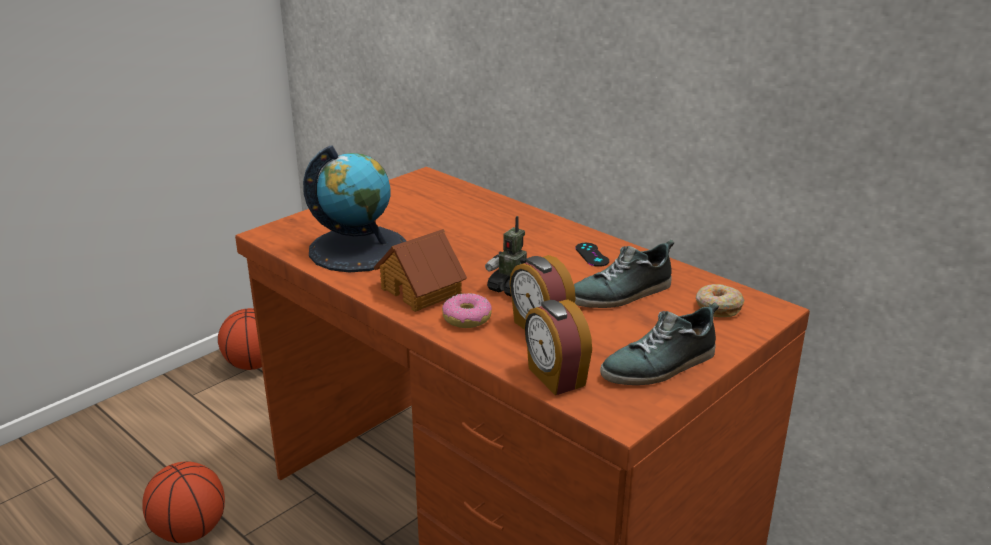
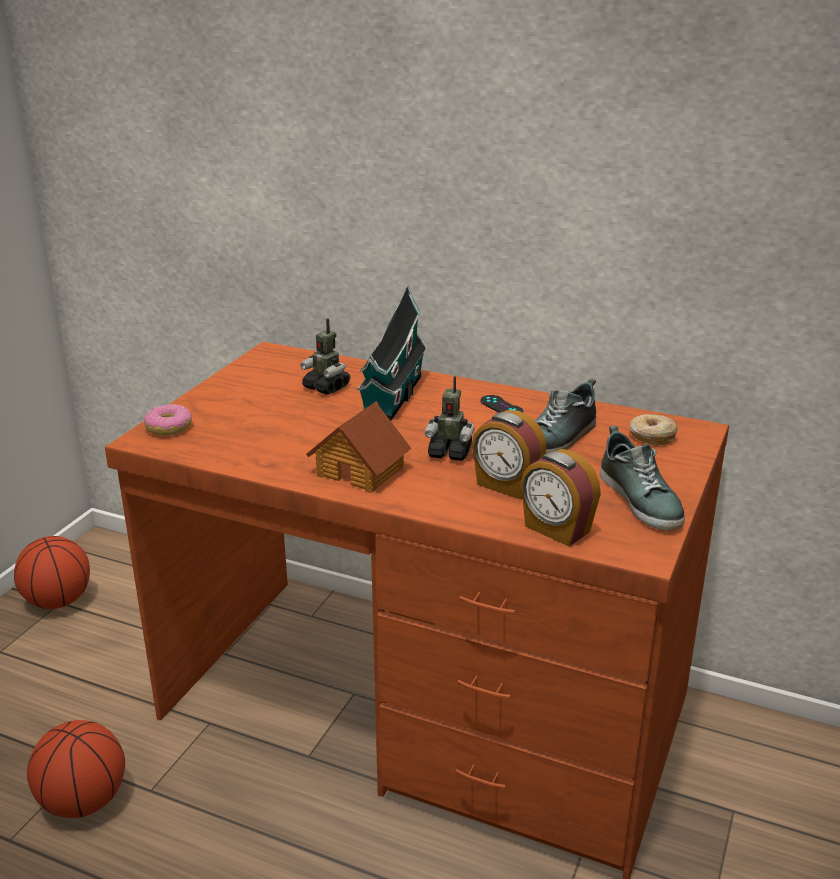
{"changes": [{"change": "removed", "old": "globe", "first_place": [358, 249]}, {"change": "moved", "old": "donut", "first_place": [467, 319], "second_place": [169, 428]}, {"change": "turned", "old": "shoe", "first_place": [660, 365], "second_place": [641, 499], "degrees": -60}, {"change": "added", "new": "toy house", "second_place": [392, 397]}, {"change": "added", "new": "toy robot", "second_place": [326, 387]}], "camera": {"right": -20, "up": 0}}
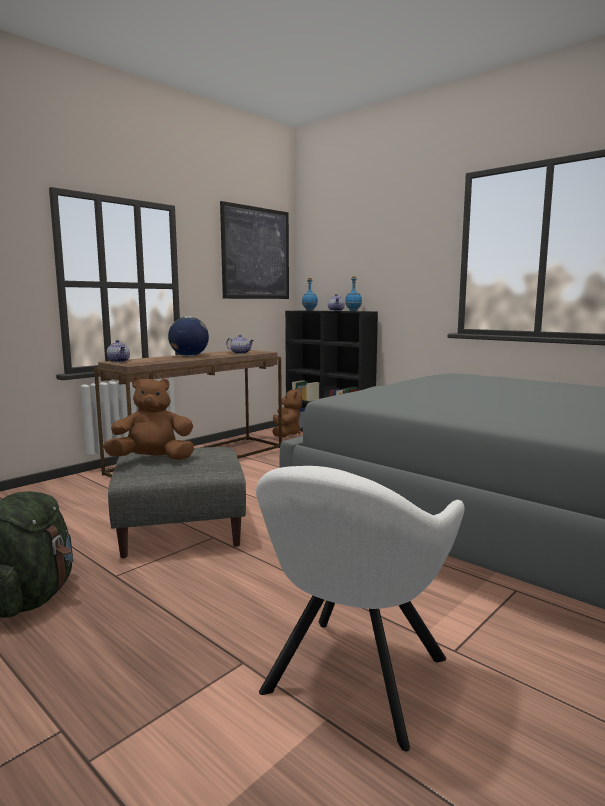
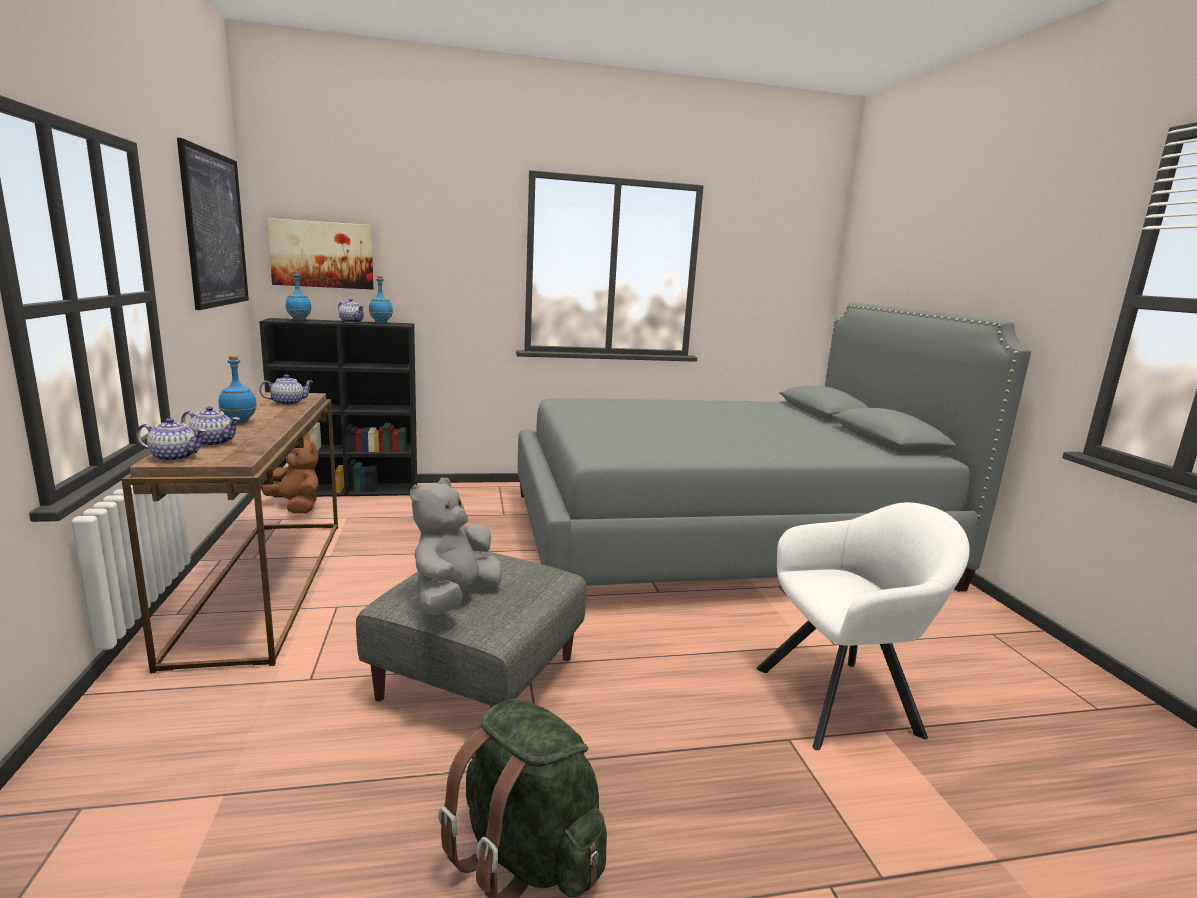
{"changes": [{"change": "replaced", "old": "globe", "new": "blue bottle", "first_place": [189, 356], "second_place": [239, 422]}, {"change": "recoloured", "old": "brown plush toy", "new": "grey plush toy", "first_place": [153, 460], "second_place": [454, 598]}, {"change": "turned", "old": "white armchair", "first_place": [351, 681], "second_place": [845, 700], "degrees": -75}, {"change": "added", "new": "picture", "second_place": [322, 254]}, {"change": "added", "new": "teapot", "second_place": [213, 442]}], "camera": {"right": -55, "up": 5}}
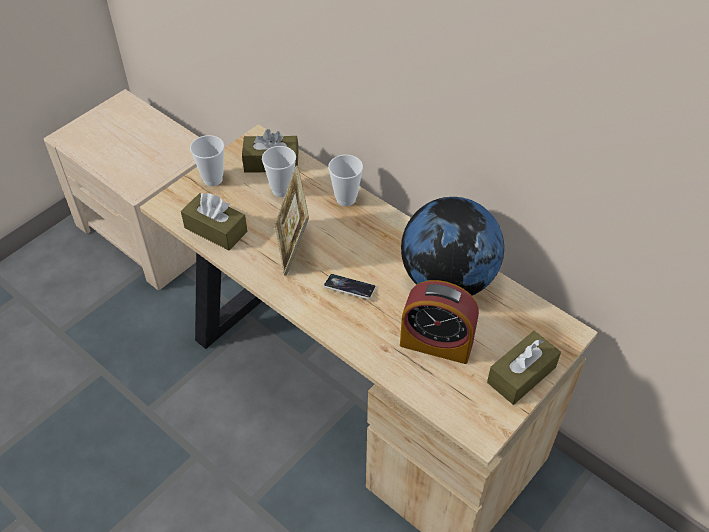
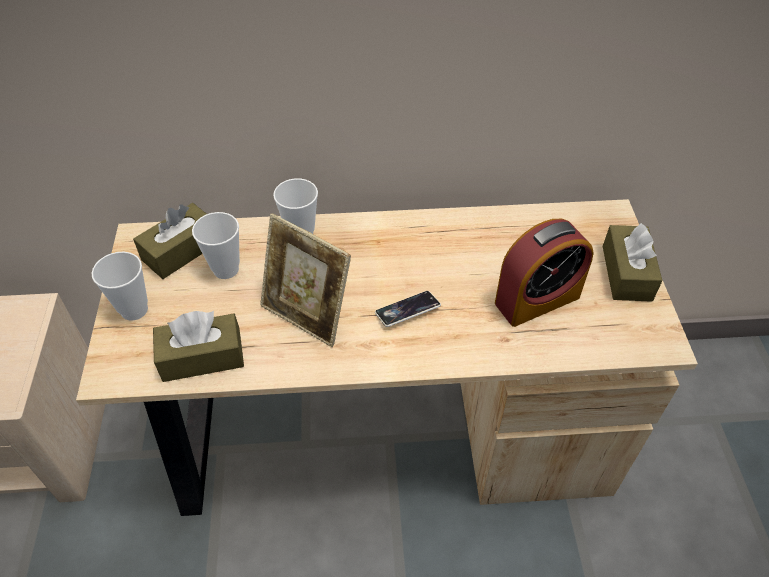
{"changes": [{"change": "removed", "old": "globe", "first_place": [447, 280]}], "camera": {"right": -45, "up": 0}}
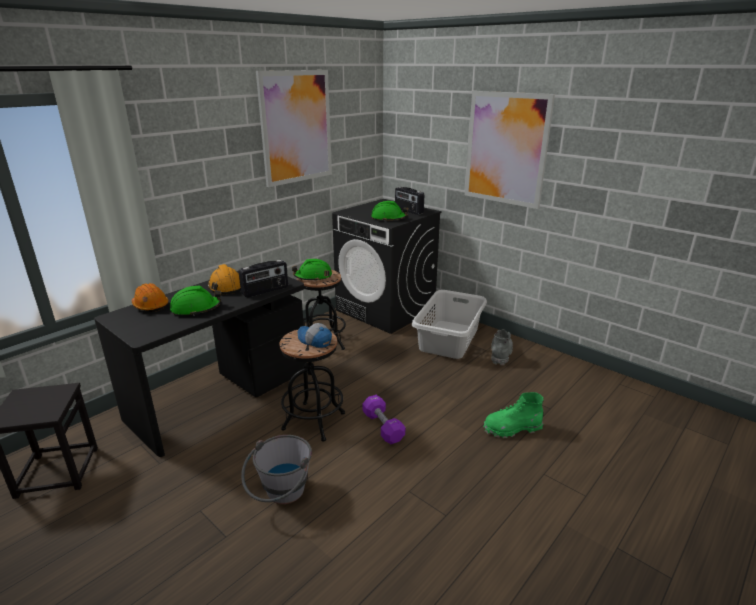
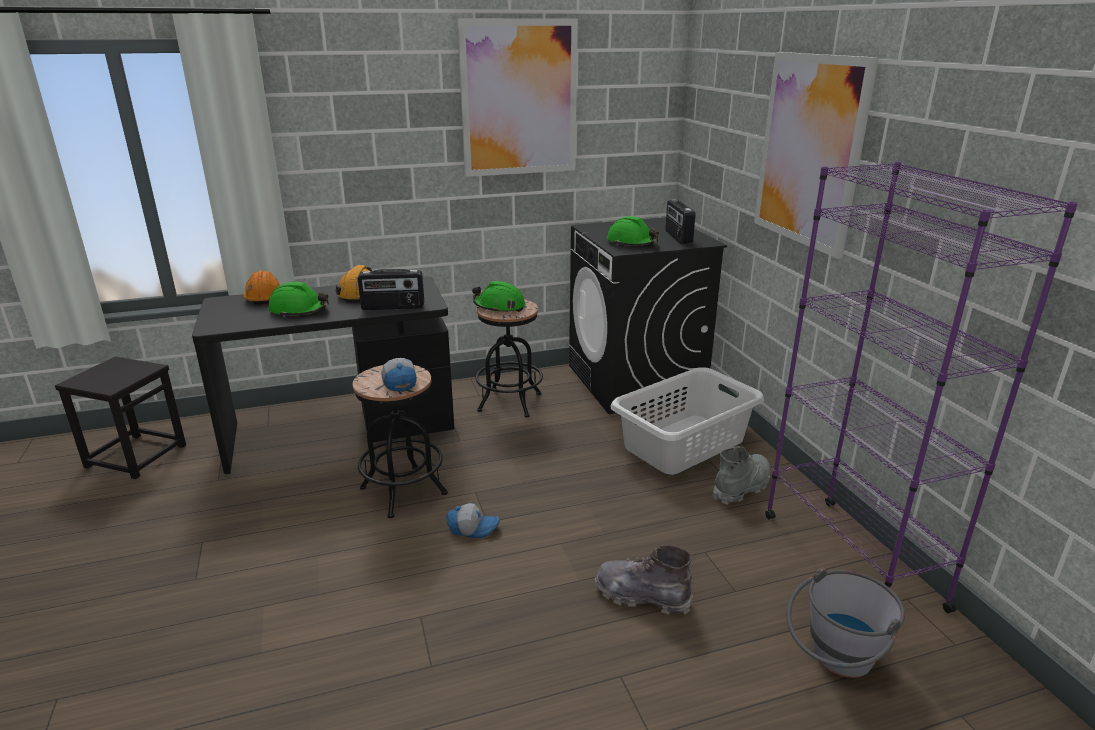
{"changes": [{"change": "recoloured", "old": "green boot", "new": "grey boot", "first_place": [512, 428], "second_place": [642, 596]}, {"change": "replaced", "old": "purple dumbbell", "new": "cap", "first_place": [383, 427], "second_place": [473, 527]}, {"change": "moved", "old": "grey bucket", "first_place": [281, 496], "second_place": [835, 661]}, {"change": "added", "new": "purple bookcase", "second_place": [850, 559]}], "camera": {"right": 30, "up": 0}}
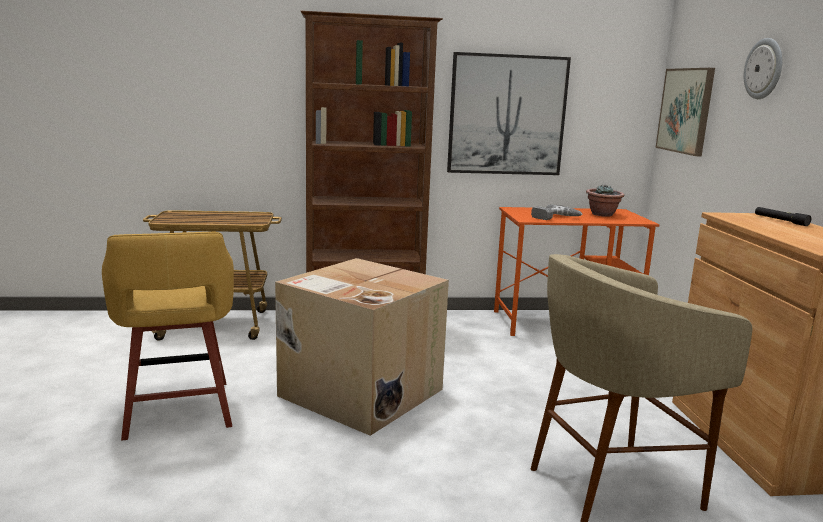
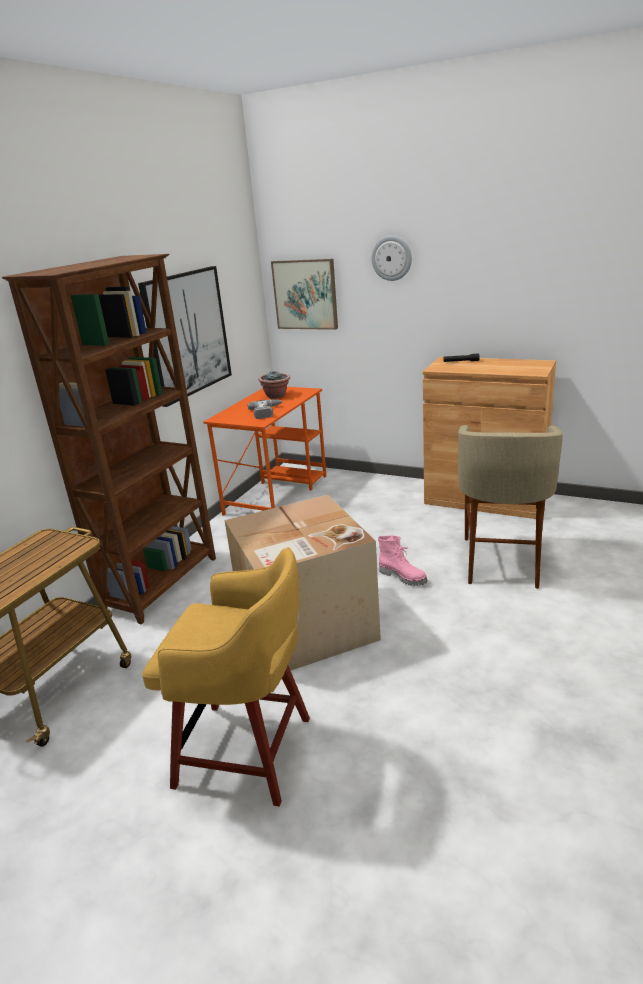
{"changes": [{"change": "added", "new": "pink boot", "second_place": [403, 577]}], "camera": {"right": -55, "up": 10}}
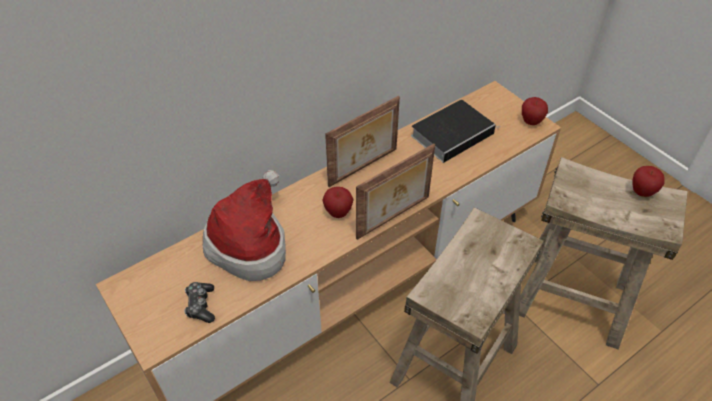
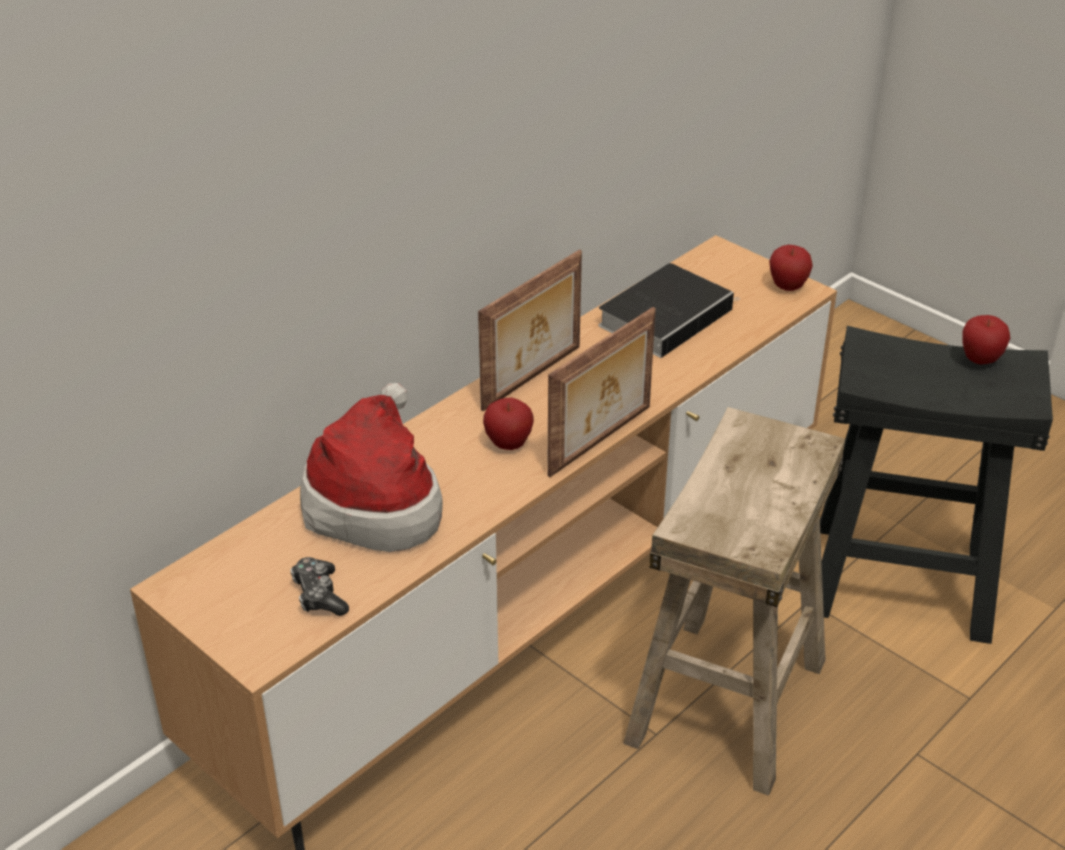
{"changes": [{"change": "recoloured", "old": "beige stool", "new": "black stool", "first_place": [572, 298], "second_place": [902, 580]}], "camera": {"right": -10, "up": -10}}
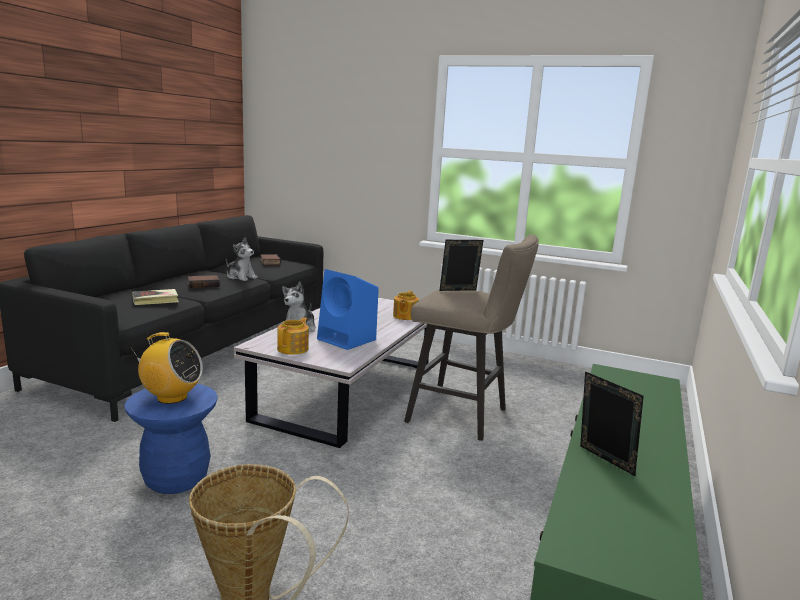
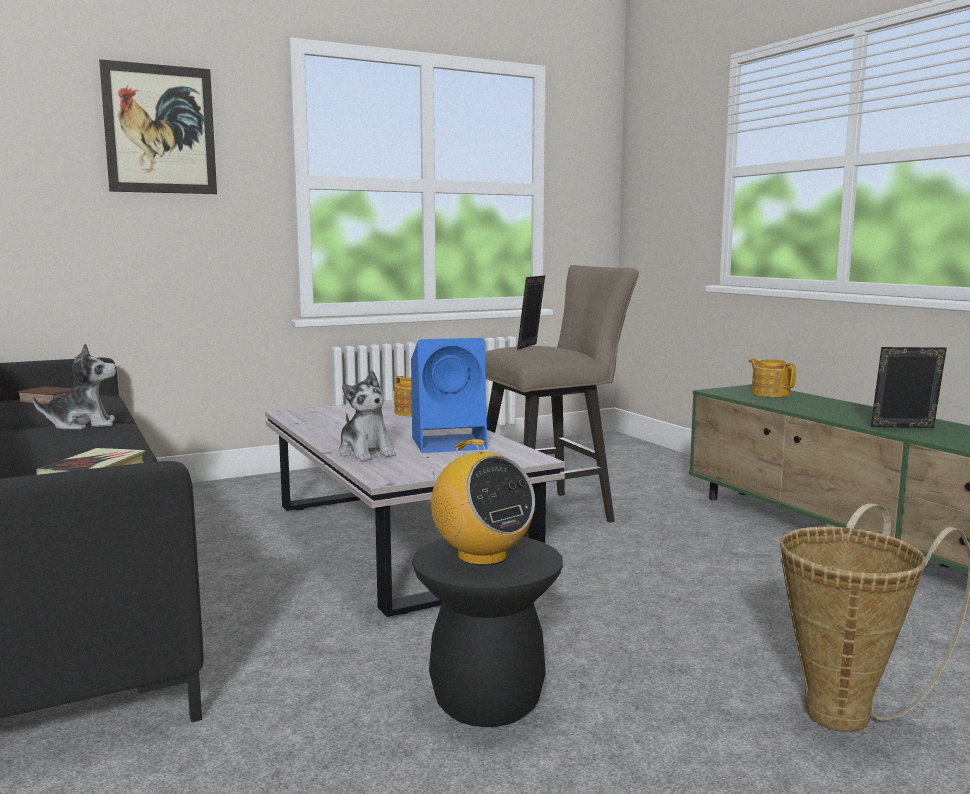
{"changes": [{"change": "removed", "old": "book", "first_place": [204, 284]}, {"change": "moved", "old": "teapot", "first_place": [293, 349], "second_place": [770, 393]}, {"change": "turned", "old": "radio", "first_place": [171, 397], "second_place": [481, 556], "degrees": 90}, {"change": "recoloured", "old": "blue stool", "new": "black stool", "first_place": [176, 479], "second_place": [487, 702]}, {"change": "added", "new": "picture", "second_place": [160, 129]}], "camera": {"right": -50, "up": -5}}
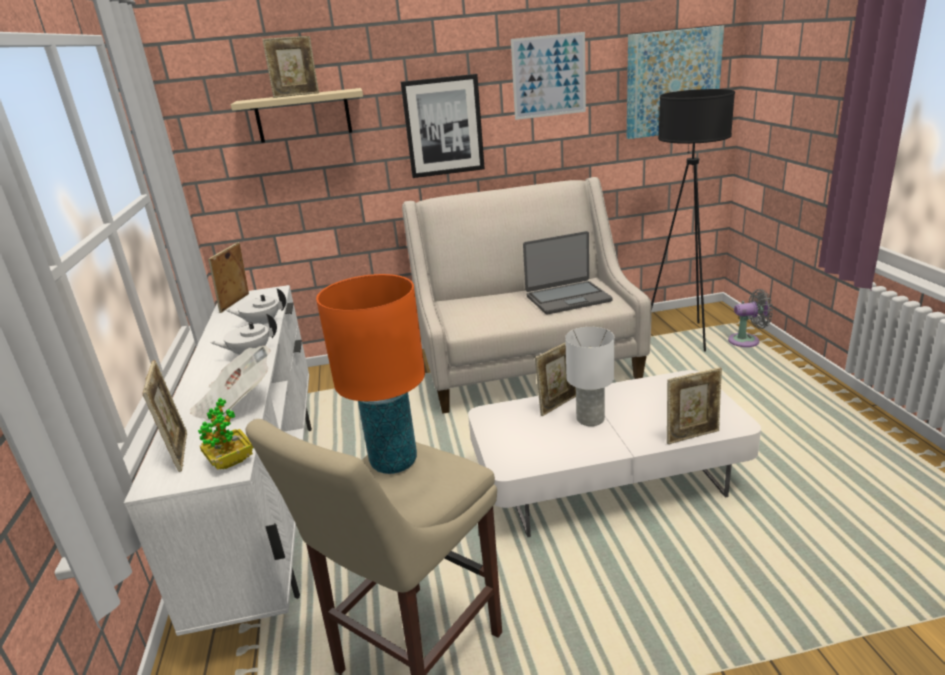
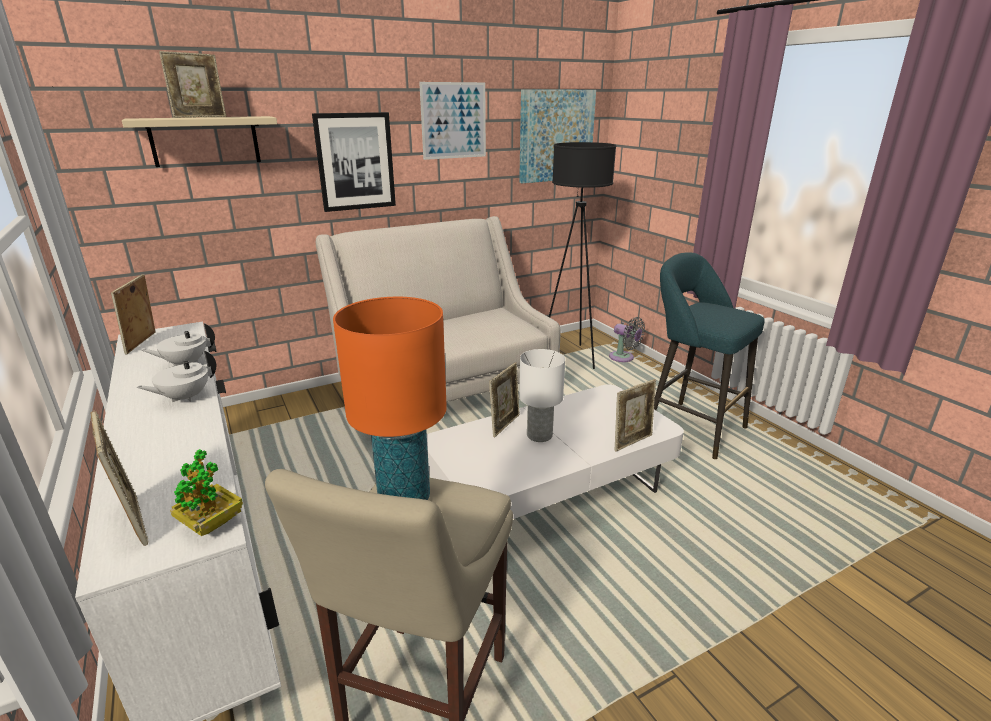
{"changes": [{"change": "removed", "old": "laptop", "first_place": [567, 298]}, {"change": "turned", "old": "grey fan", "first_place": [747, 340], "second_place": [623, 358], "degrees": 60}, {"change": "removed", "old": "newspaper", "first_place": [236, 404]}, {"change": "added", "new": "turquoise stool", "second_place": [690, 427]}], "camera": {"right": -20, "up": 0}}
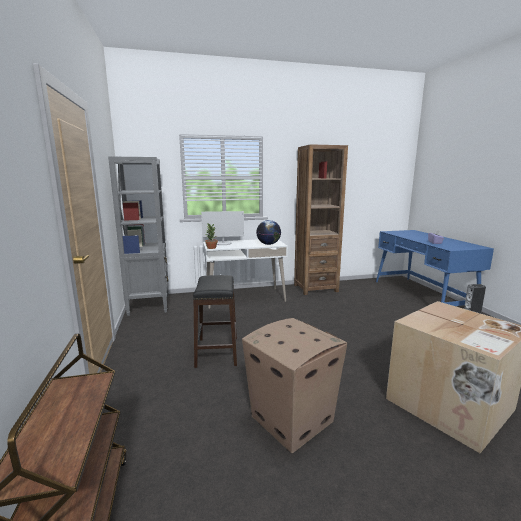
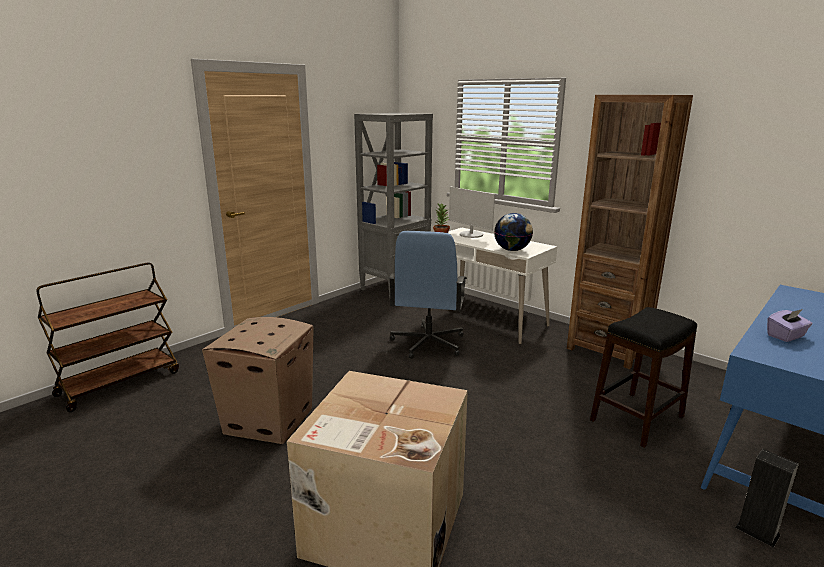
{"changes": [{"change": "moved", "old": "black stool", "first_place": [216, 351], "second_place": [636, 418]}, {"change": "added", "new": "blue office chair", "second_place": [427, 343]}], "camera": {"right": 55, "up": 5}}
